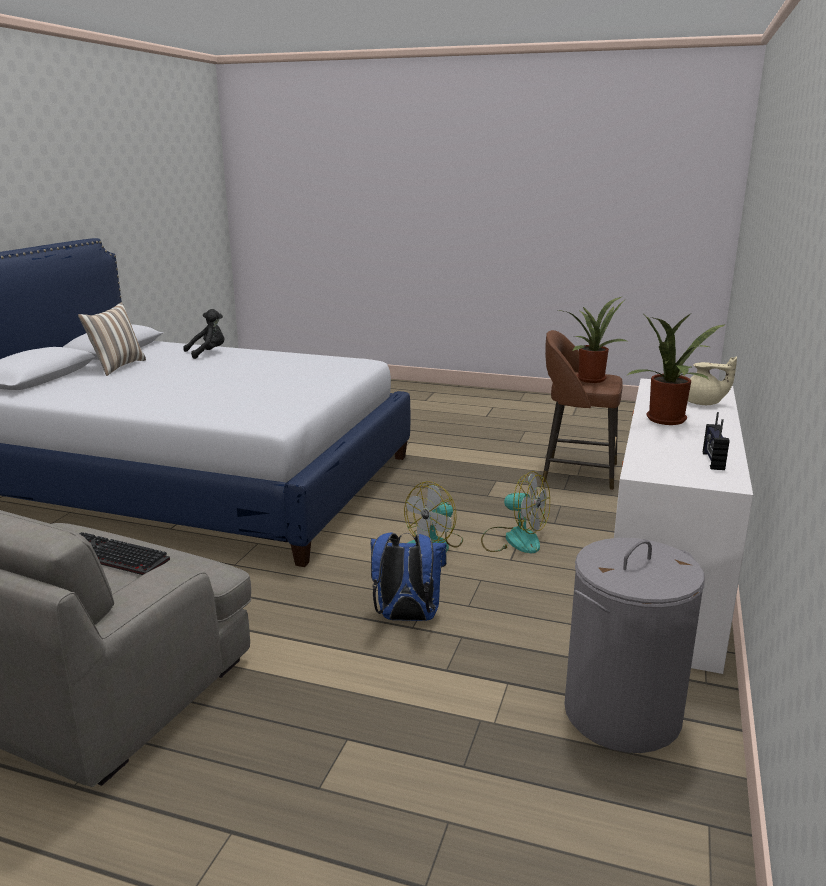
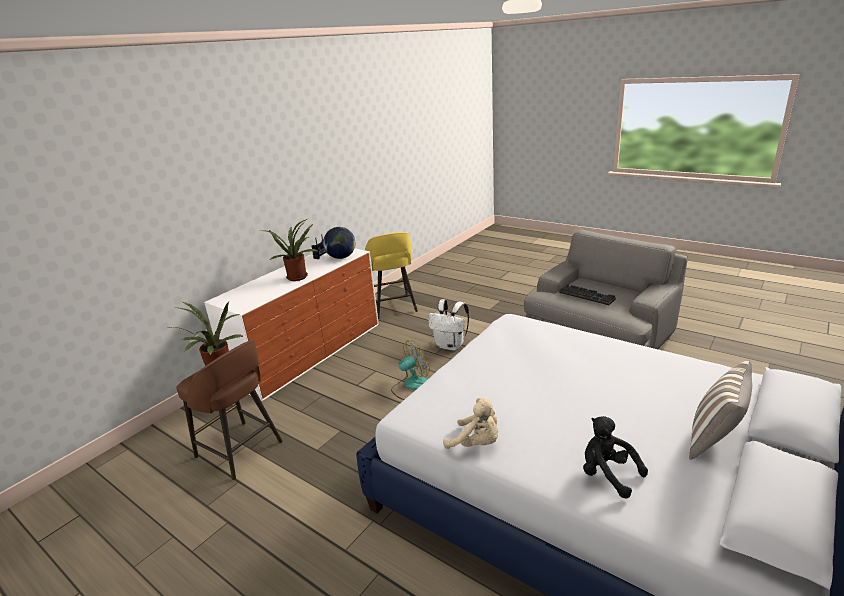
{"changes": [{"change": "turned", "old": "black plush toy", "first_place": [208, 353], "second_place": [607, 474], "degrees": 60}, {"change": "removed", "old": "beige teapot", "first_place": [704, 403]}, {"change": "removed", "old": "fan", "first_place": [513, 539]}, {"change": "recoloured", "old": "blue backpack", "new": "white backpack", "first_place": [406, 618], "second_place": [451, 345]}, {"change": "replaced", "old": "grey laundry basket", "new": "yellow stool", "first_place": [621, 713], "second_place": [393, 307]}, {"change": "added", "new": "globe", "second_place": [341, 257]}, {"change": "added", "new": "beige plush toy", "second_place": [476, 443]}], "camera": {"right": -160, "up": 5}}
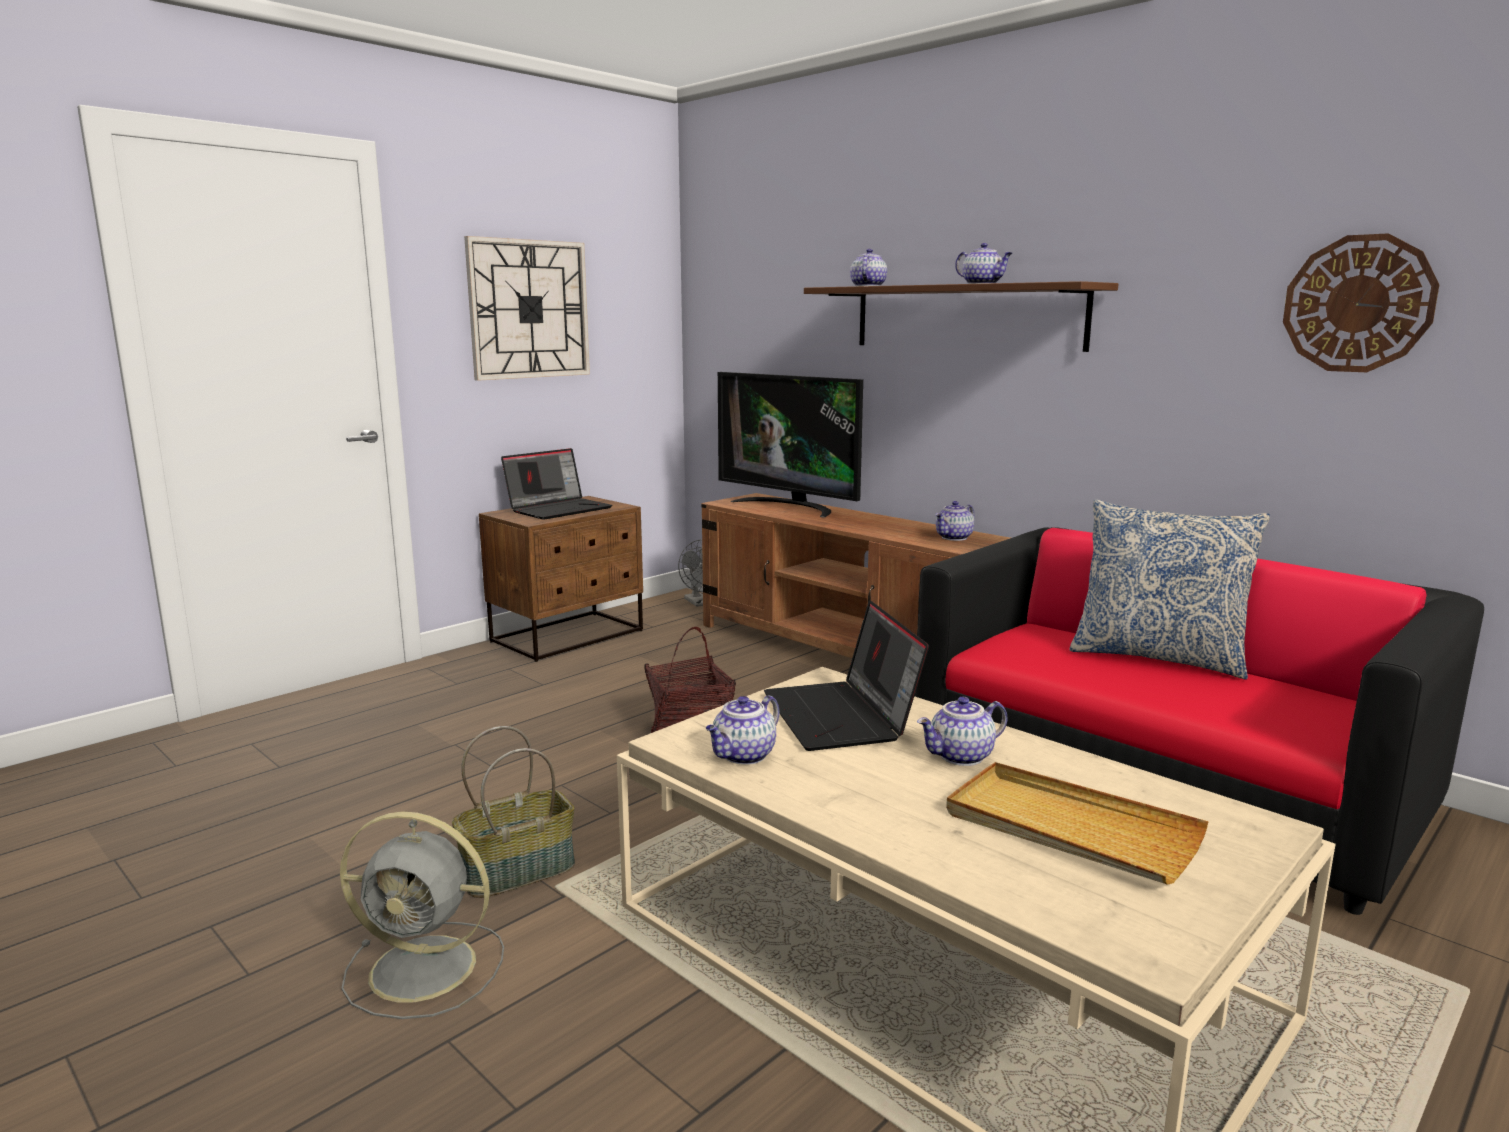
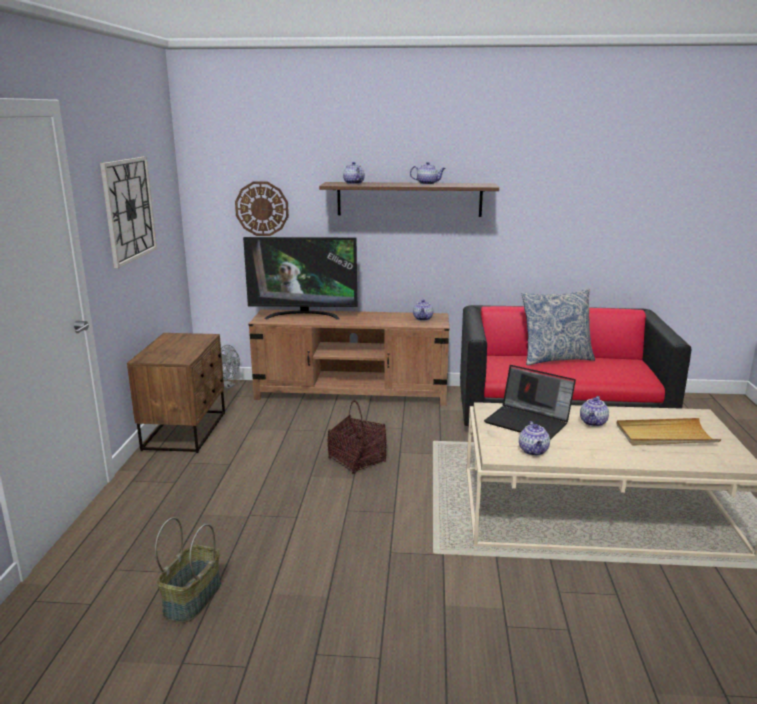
{"changes": [{"change": "moved", "old": "wall clock", "first_place": [1358, 304], "second_place": [262, 208]}, {"change": "removed", "old": "laptop", "first_place": [559, 509]}, {"change": "moved", "old": "basket", "first_place": [518, 870], "second_place": [192, 598]}, {"change": "removed", "old": "grey fan", "first_place": [427, 969]}], "camera": {"right": -40, "up": 5}}
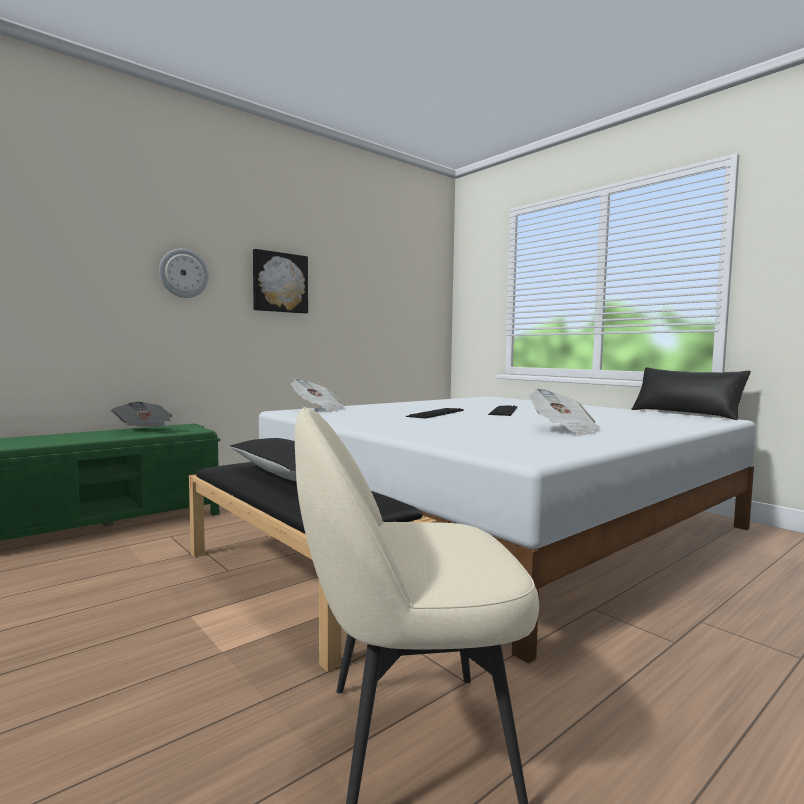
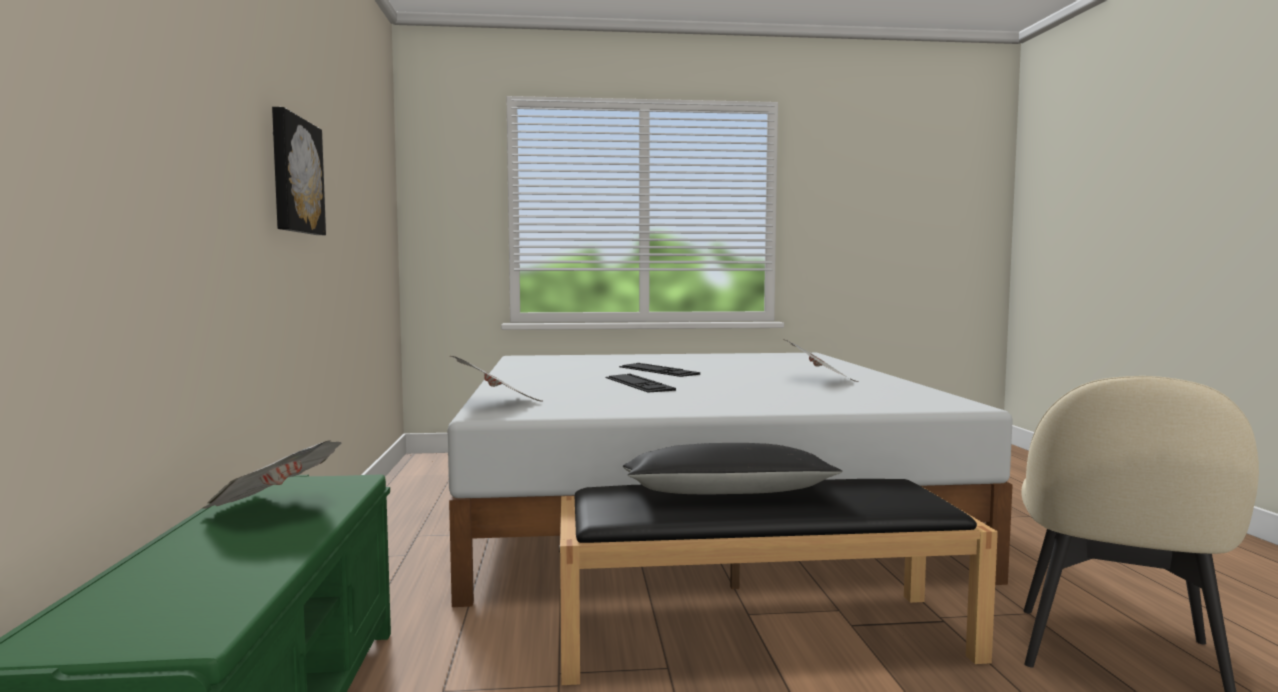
{"changes": [{"change": "removed", "old": "wall clock", "first_place": [183, 273]}, {"change": "removed", "old": "black pillow", "first_place": [685, 414]}], "camera": {"right": -55, "up": 0}}
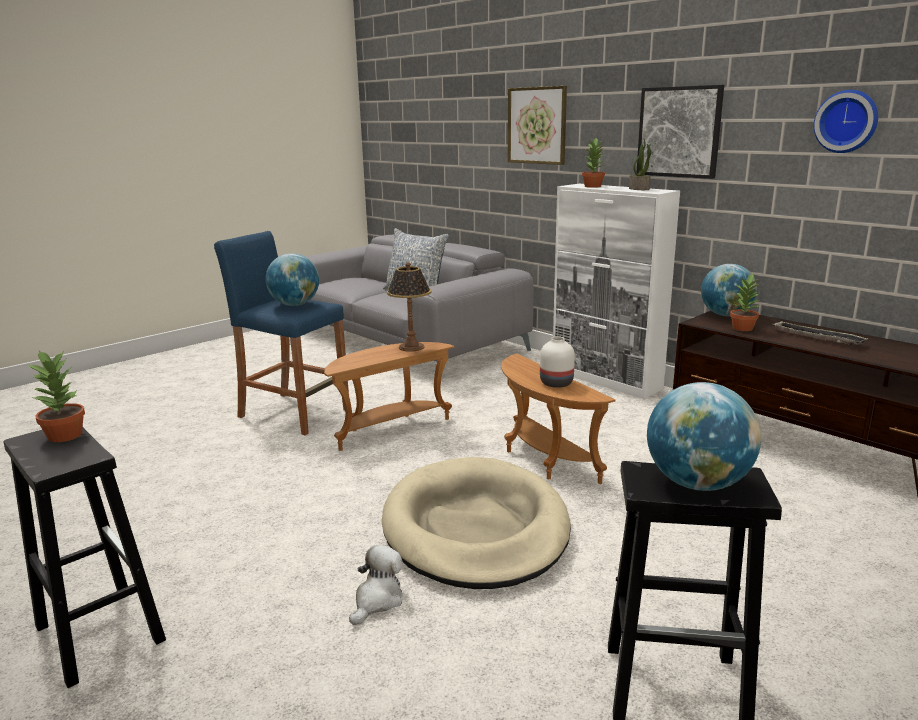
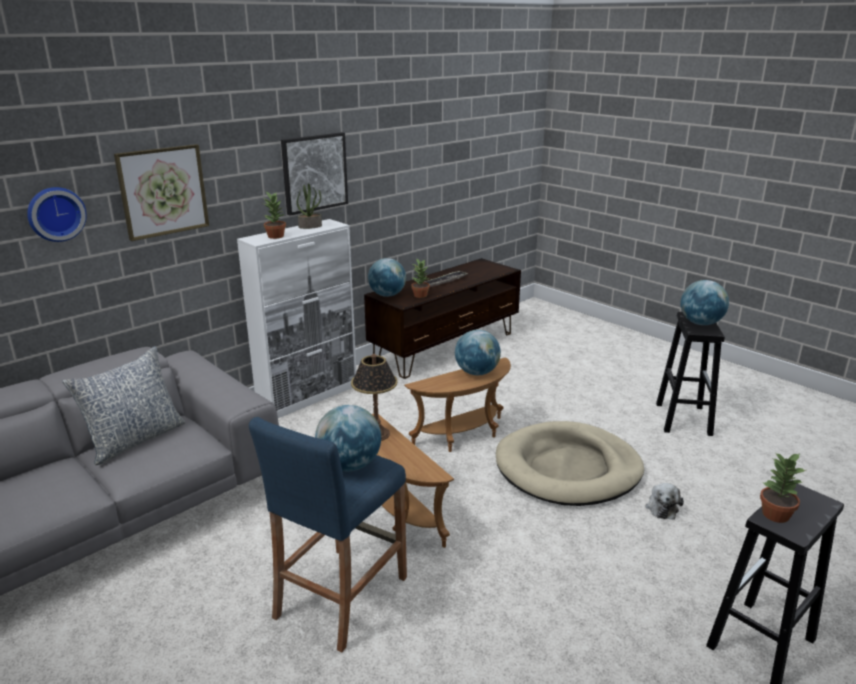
{"changes": [{"change": "moved", "old": "wall clock", "first_place": [847, 121], "second_place": [55, 213]}, {"change": "replaced", "old": "white vase", "new": "globe", "first_place": [557, 383], "second_place": [477, 372]}, {"change": "turned", "old": "plush toy", "first_place": [377, 600], "second_place": [662, 507], "degrees": -105}], "camera": {"right": -90, "up": 5}}
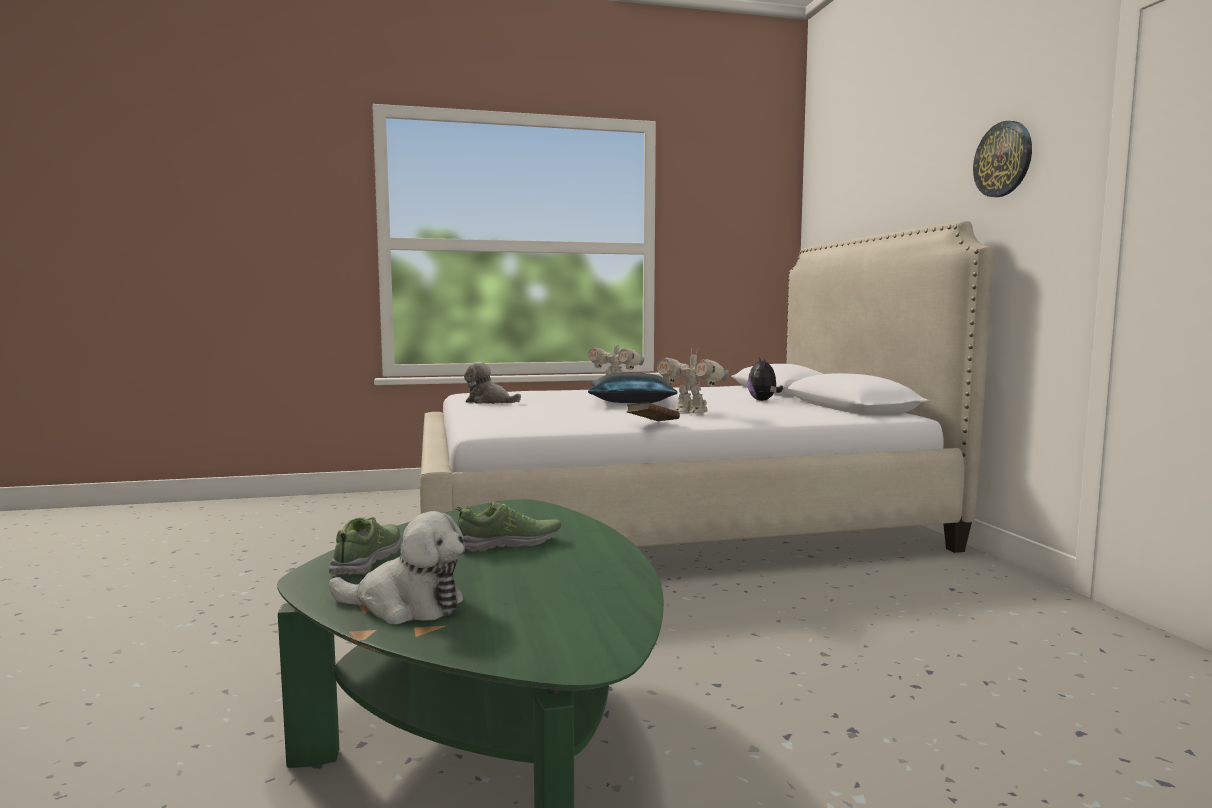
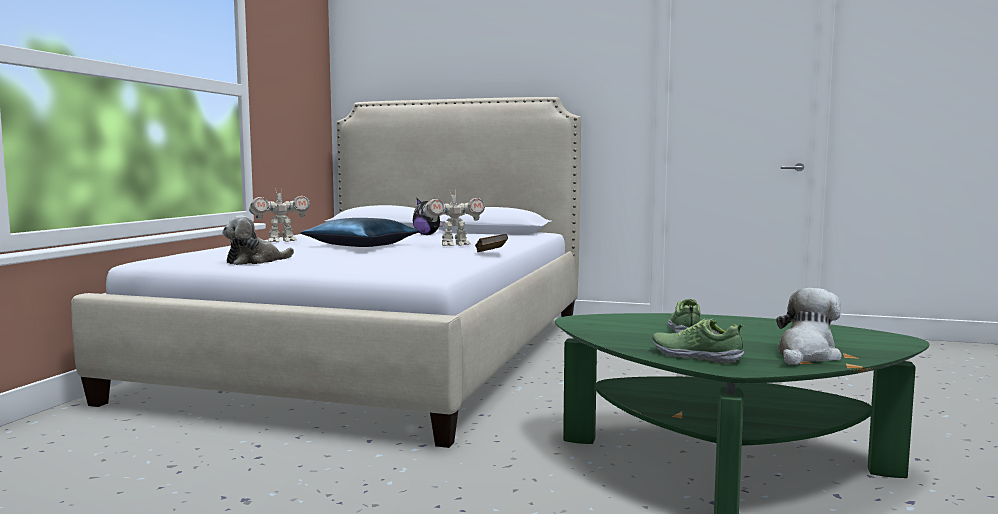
{"changes": [{"change": "removed", "old": "wall clock", "first_place": [1003, 159]}], "camera": {"right": -60, "up": 0}}
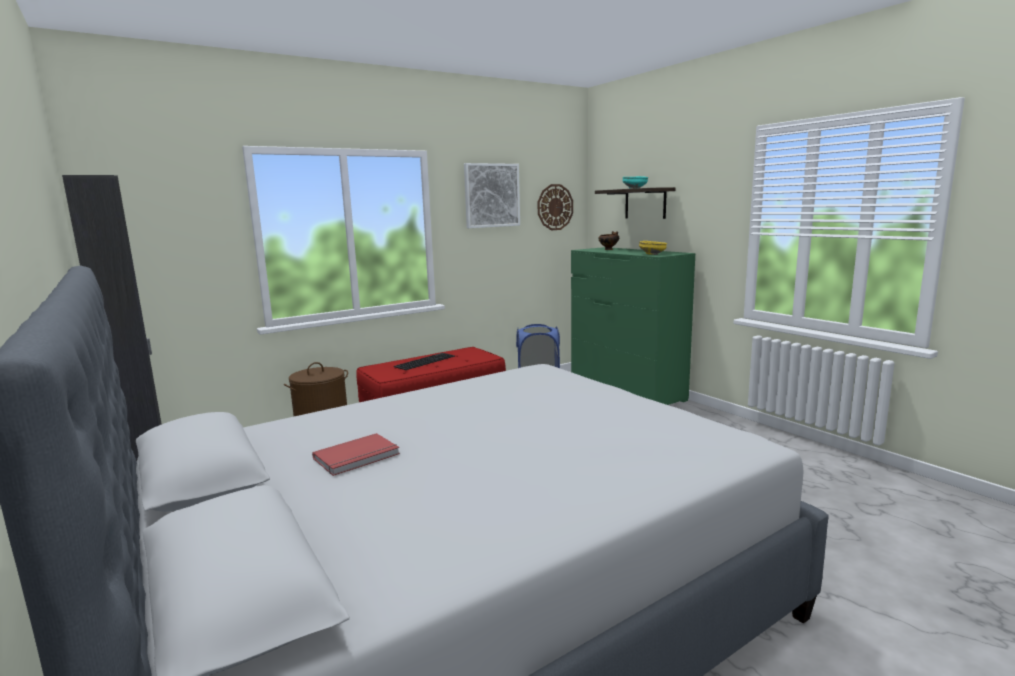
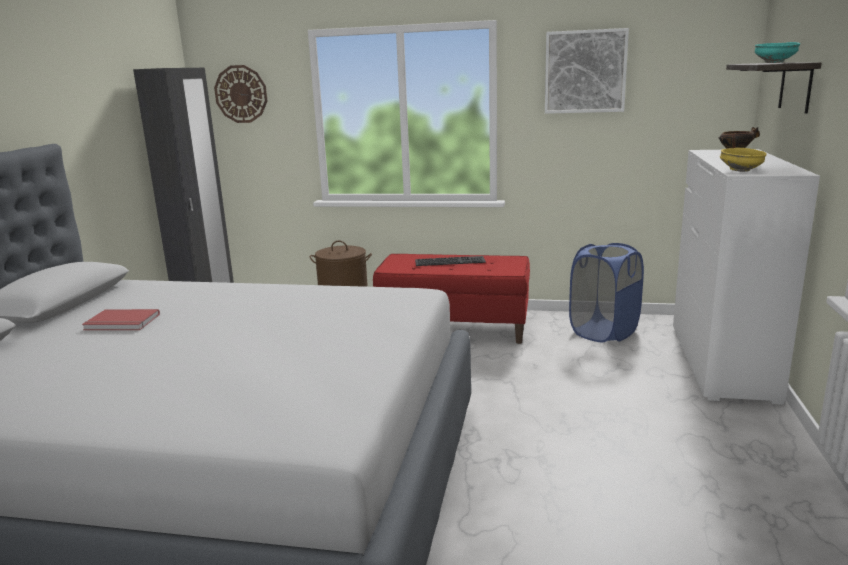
{"changes": [{"change": "moved", "old": "wall clock", "first_place": [555, 207], "second_place": [241, 94]}, {"change": "recoloured", "old": "green dresser", "new": "white dresser", "first_place": [626, 390], "second_place": [721, 361]}], "camera": {"right": 45, "up": 5}}
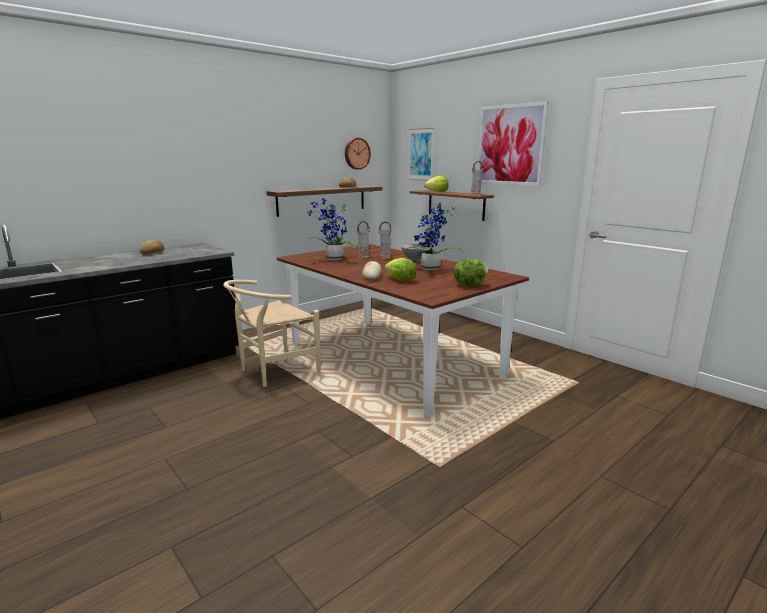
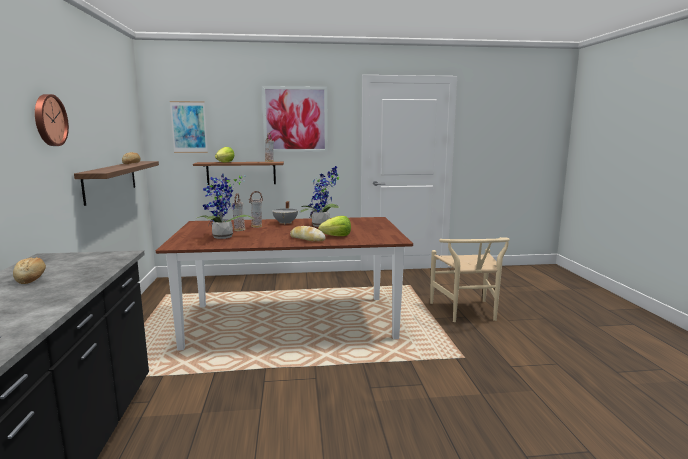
{"changes": [{"change": "moved", "old": "wall clock", "first_place": [356, 153], "second_place": [49, 120]}, {"change": "removed", "old": "lettuce", "first_place": [469, 285]}, {"change": "moved", "old": "beige chair", "first_place": [273, 371], "second_place": [467, 313]}], "camera": {"right": -55, "up": -5}}
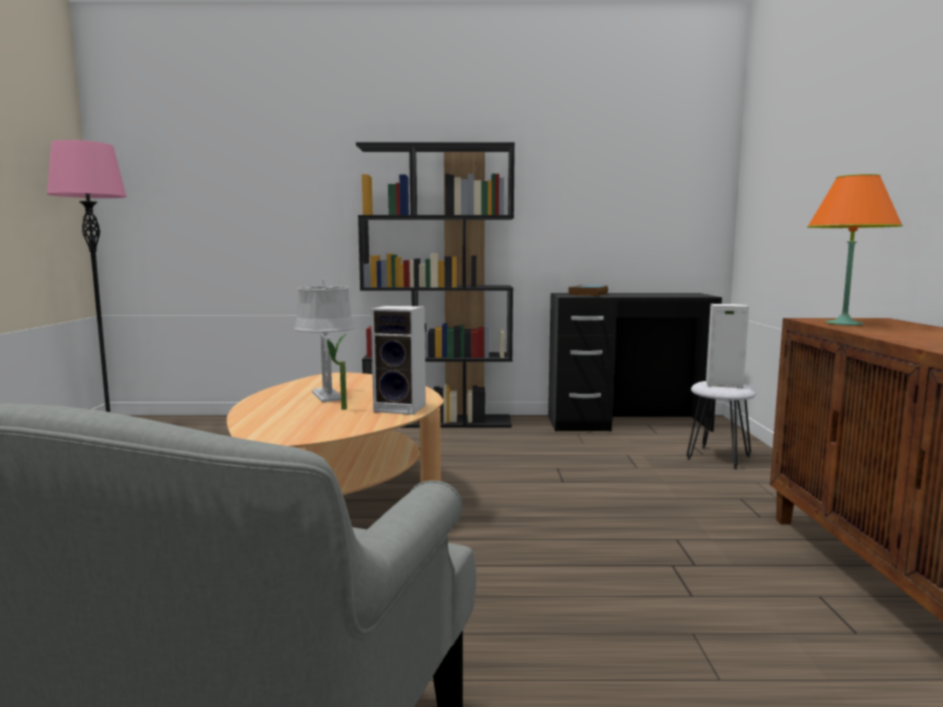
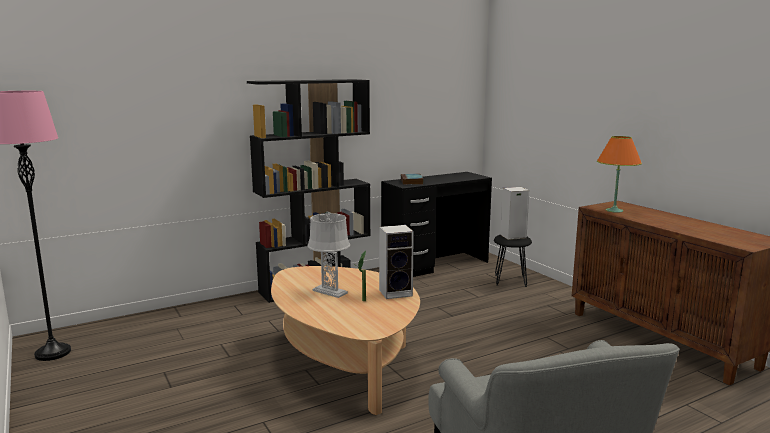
{"changes": [{"change": "recoloured", "old": "white stool", "new": "black stool", "first_place": [718, 458], "second_place": [510, 281]}], "camera": {"right": -30, "up": 5}}
